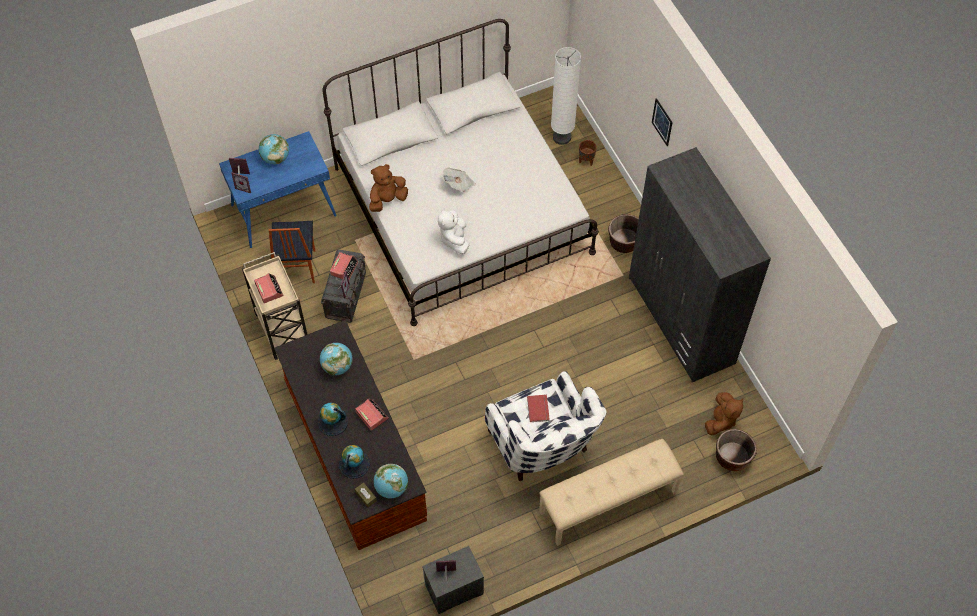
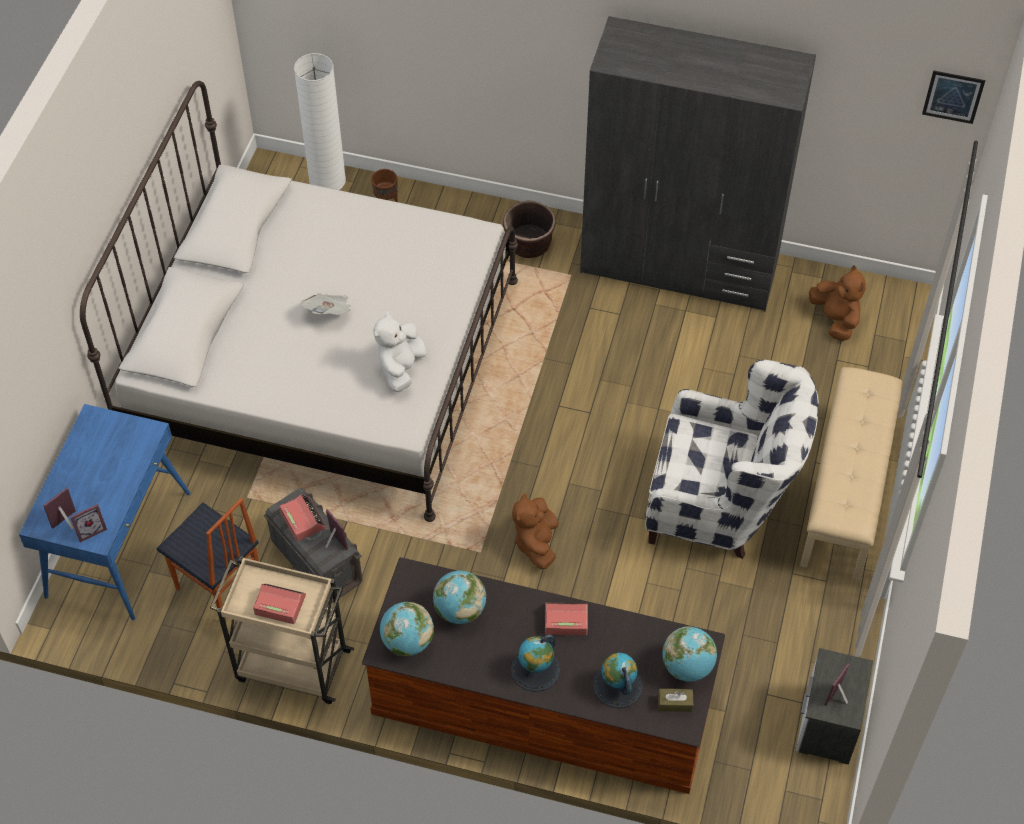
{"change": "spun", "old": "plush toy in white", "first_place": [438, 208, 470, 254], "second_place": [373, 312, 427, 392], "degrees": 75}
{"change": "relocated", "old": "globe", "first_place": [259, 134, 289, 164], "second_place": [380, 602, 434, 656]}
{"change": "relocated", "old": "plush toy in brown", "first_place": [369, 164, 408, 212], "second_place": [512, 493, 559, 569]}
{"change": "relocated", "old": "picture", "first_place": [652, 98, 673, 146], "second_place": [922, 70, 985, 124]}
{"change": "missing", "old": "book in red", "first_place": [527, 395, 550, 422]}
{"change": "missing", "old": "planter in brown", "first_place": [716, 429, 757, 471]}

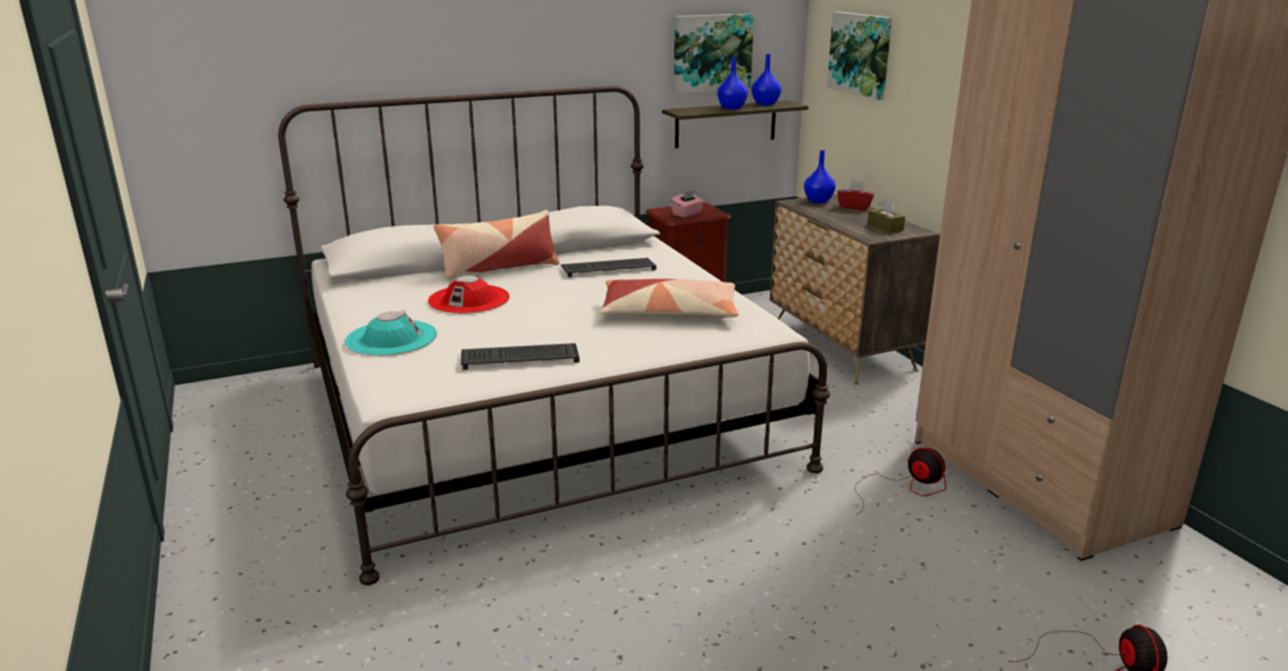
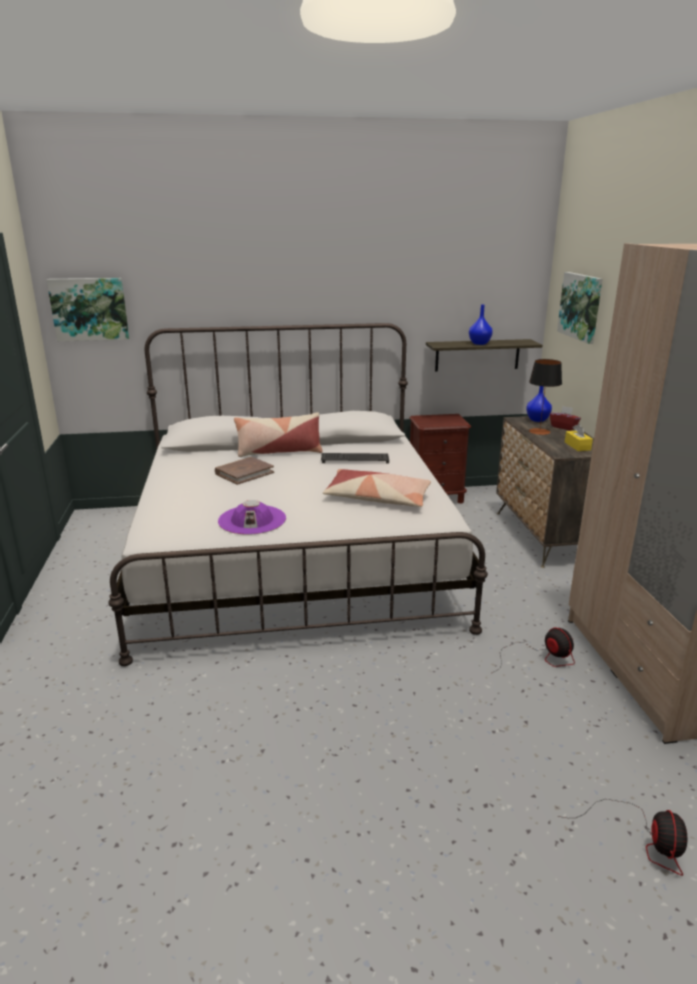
{"change": "relocated", "old": "picture", "first_place": [674, 14, 754, 94], "second_place": [47, 278, 129, 341]}
{"change": "exchanged", "old": "hat in red", "new": "book in brown", "first_place": [428, 276, 510, 314], "second_place": [215, 457, 274, 485]}
{"change": "exchanged", "old": "keyboard", "new": "hat in purple", "first_place": [460, 343, 579, 370], "second_place": [218, 500, 286, 535]}
{"change": "appeared", "new": "table lamp", "second_place": [529, 359, 562, 435]}
{"change": "colour", "old": "tissue box in brown", "new": "tissue box in yellow", "first_place": [868, 199, 905, 233], "second_place": [565, 424, 593, 451]}
{"change": "missing", "old": "hat in turquoise", "first_place": [345, 310, 437, 356]}
{"change": "missing", "old": "tissue box in pink", "first_place": [670, 190, 704, 218]}
{"change": "missing", "old": "vase in blue", "first_place": [751, 54, 781, 106]}

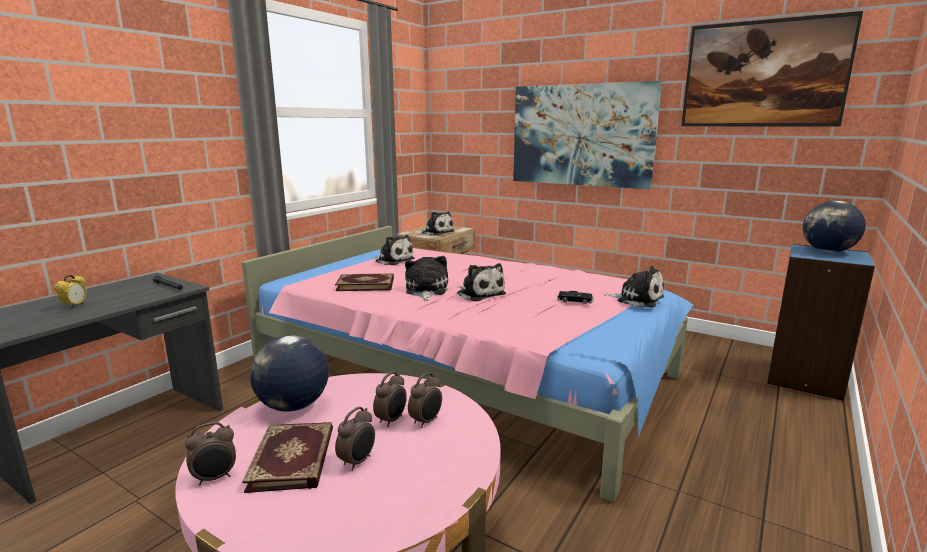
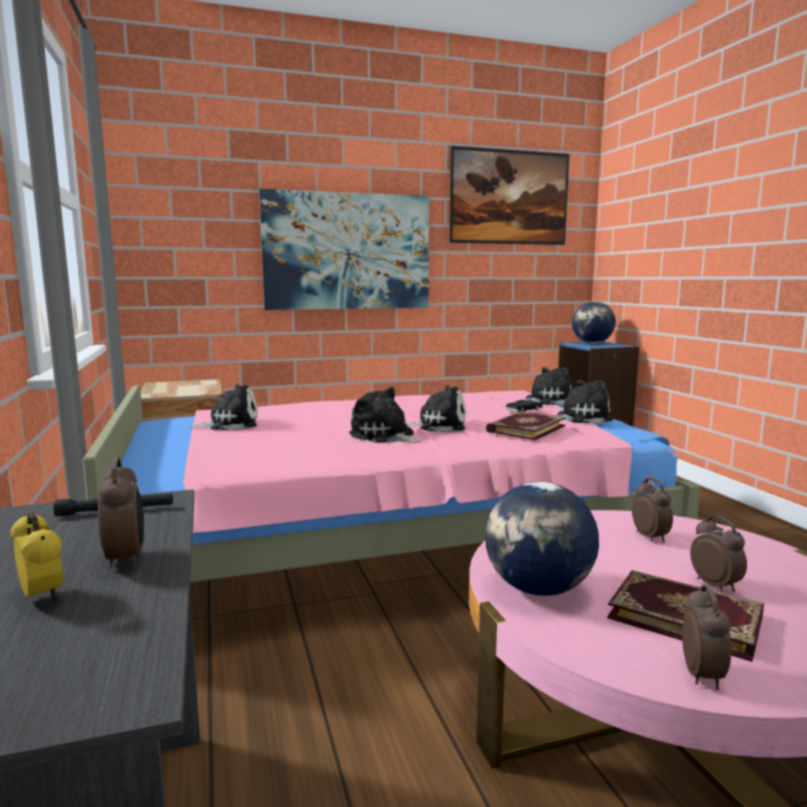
{"change": "relocated", "old": "alarm clock", "first_place": [373, 371, 407, 427], "second_place": [98, 457, 144, 568]}
{"change": "relocated", "old": "book", "first_place": [335, 273, 394, 291], "second_place": [486, 411, 566, 440]}
{"change": "relocated", "old": "plush toy", "first_place": [420, 212, 454, 236], "second_place": [556, 379, 613, 424]}

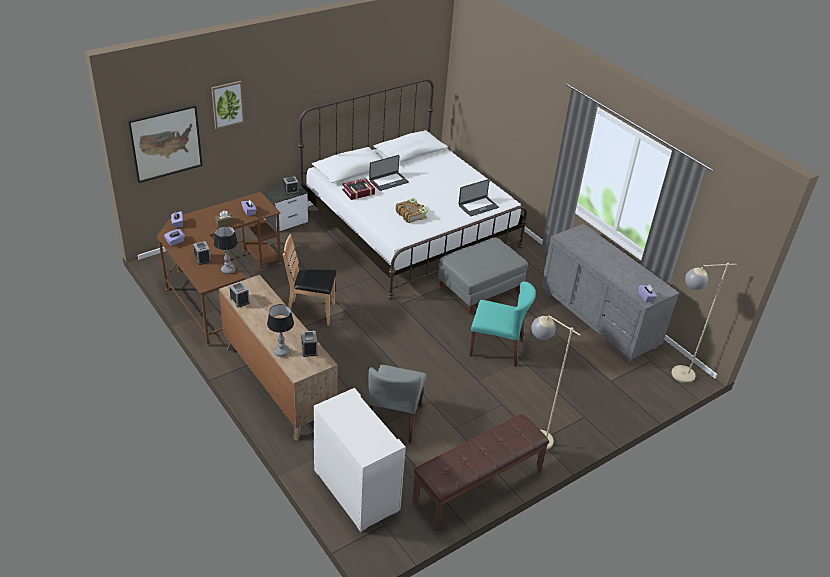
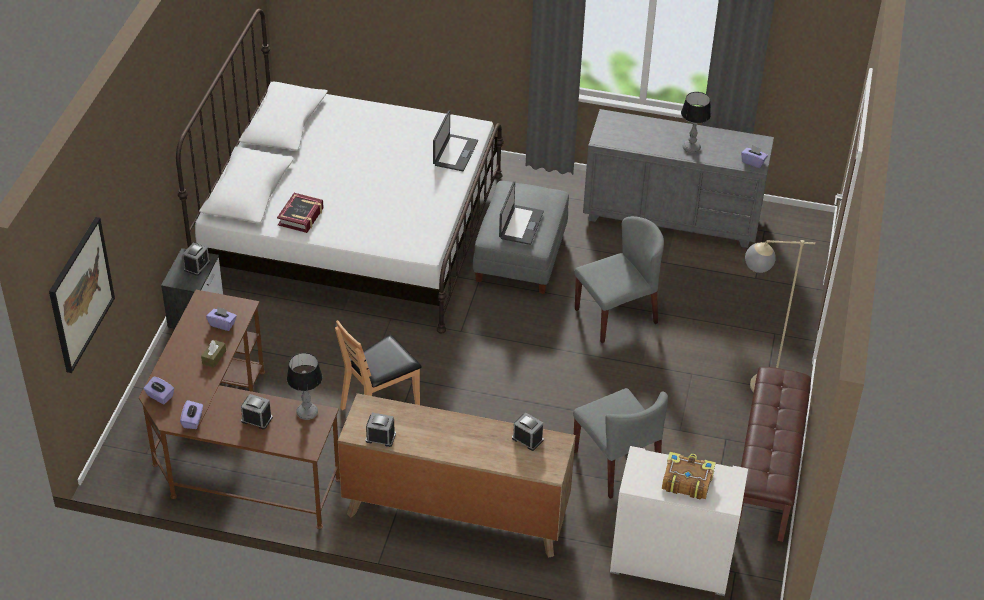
{"change": "relocated", "old": "laptop", "first_place": [369, 155, 409, 191], "second_place": [499, 181, 544, 245]}
{"change": "colour", "old": "chair in turquoise", "new": "chair in grey", "first_place": [470, 281, 536, 367], "second_place": [574, 216, 664, 343]}
{"change": "relocated", "old": "book", "first_place": [395, 198, 428, 223], "second_place": [662, 452, 716, 500]}
{"change": "relocated", "old": "table lamp", "first_place": [267, 304, 294, 357], "second_place": [681, 92, 711, 153]}
{"change": "missing", "old": "picture", "first_place": [211, 81, 245, 129]}
{"change": "missing", "old": "floor lamp in beige", "first_place": [671, 263, 737, 383]}

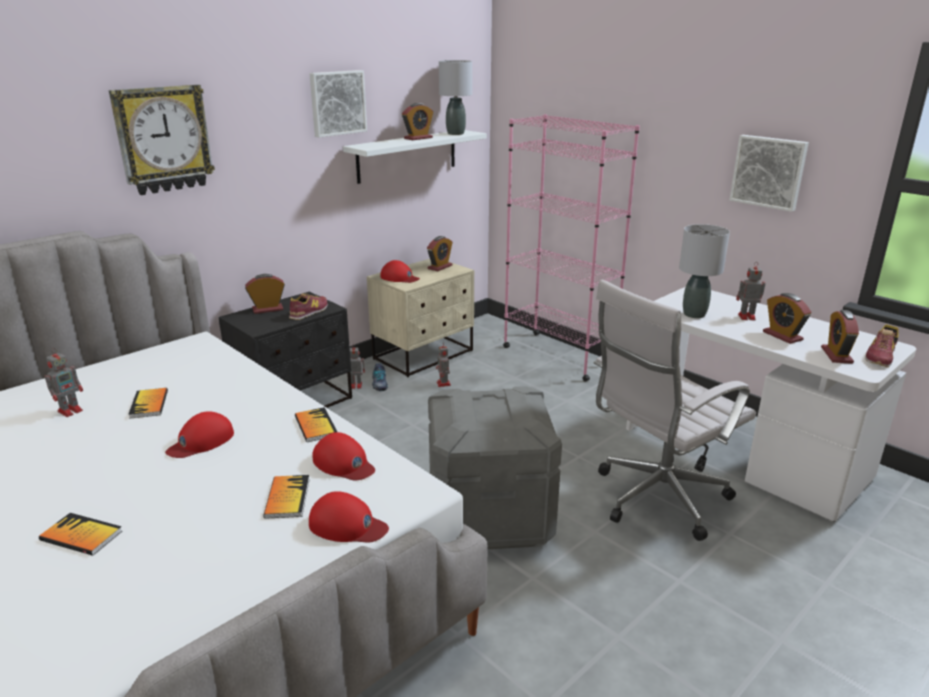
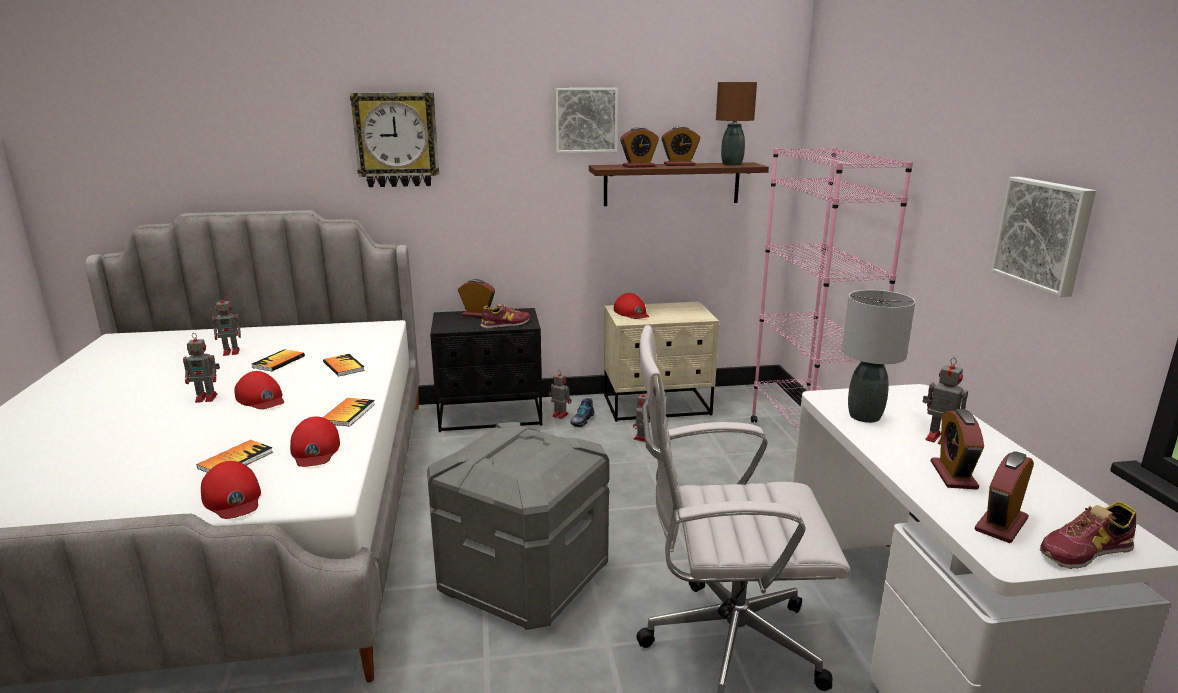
{"change": "appeared", "new": "toy robot", "second_place": [183, 334, 220, 403]}
{"change": "spun", "old": "cap in red", "first_place": [165, 411, 234, 458], "second_place": [234, 371, 284, 409], "degrees": -120}
{"change": "relocated", "old": "book", "first_place": [39, 513, 122, 556], "second_place": [323, 354, 365, 376]}
{"change": "colour", "old": "shelf in white", "new": "shelf in brown", "first_place": [343, 130, 487, 184], "second_place": [589, 162, 769, 206]}
{"change": "relocated", "old": "alarm clock", "first_place": [427, 236, 453, 271], "second_place": [620, 127, 659, 168]}
{"change": "colour", "old": "table lamp in grey", "new": "table lamp in brown", "first_place": [439, 60, 472, 135], "second_place": [716, 82, 757, 166]}

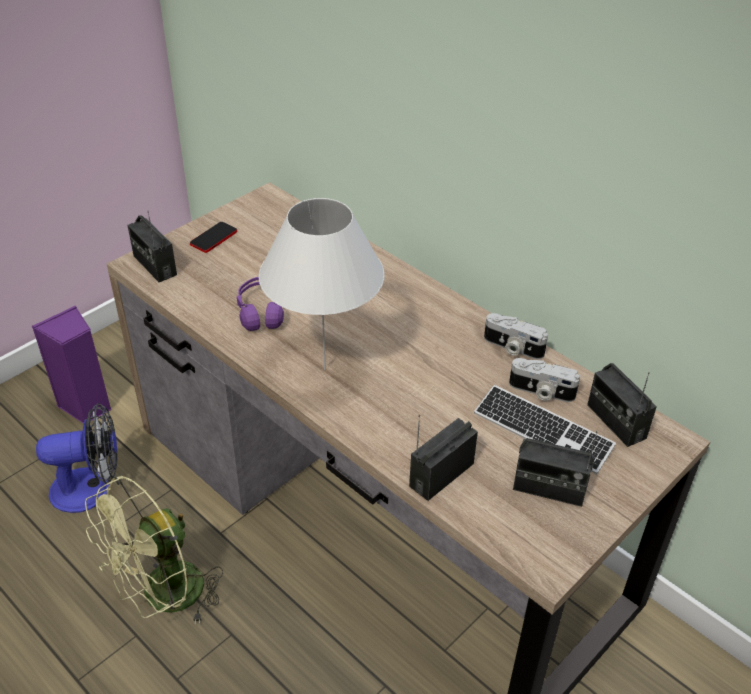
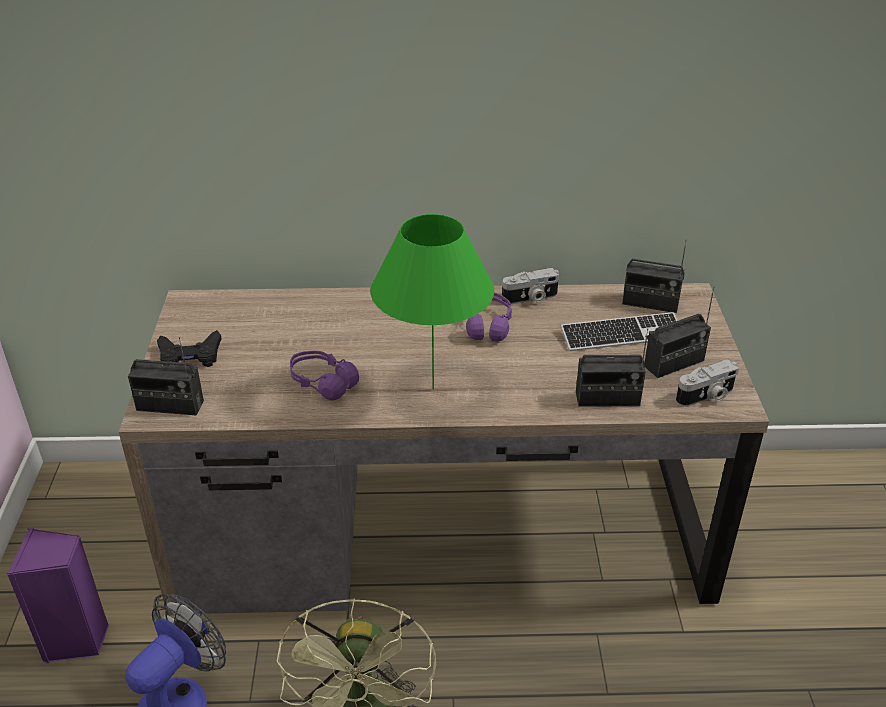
{"change": "exchanged", "old": "phone", "new": "game controller in black", "first_place": [190, 222, 237, 253], "second_place": [157, 330, 222, 367]}
{"change": "colour", "old": "table lamp in white", "new": "table lamp in green", "first_place": [258, 198, 385, 370], "second_place": [371, 214, 494, 390]}
{"change": "appeared", "new": "headphones in purple", "second_place": [466, 293, 512, 341]}
{"change": "spun", "old": "radio", "first_place": [409, 415, 478, 501], "second_place": [576, 328, 648, 407], "degrees": -90}
{"change": "relocated", "old": "photo camera", "first_place": [509, 358, 580, 402], "second_place": [676, 360, 739, 407]}

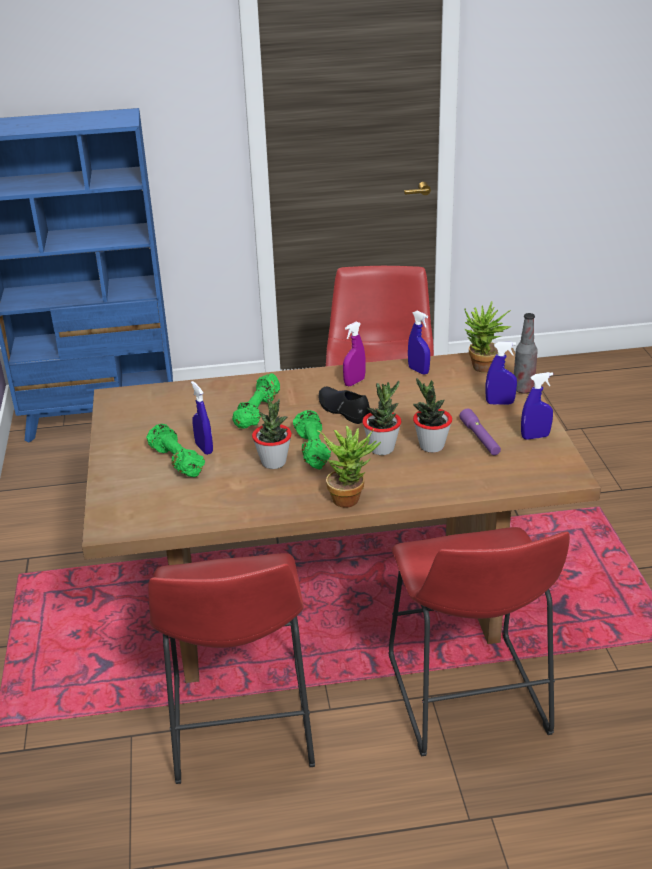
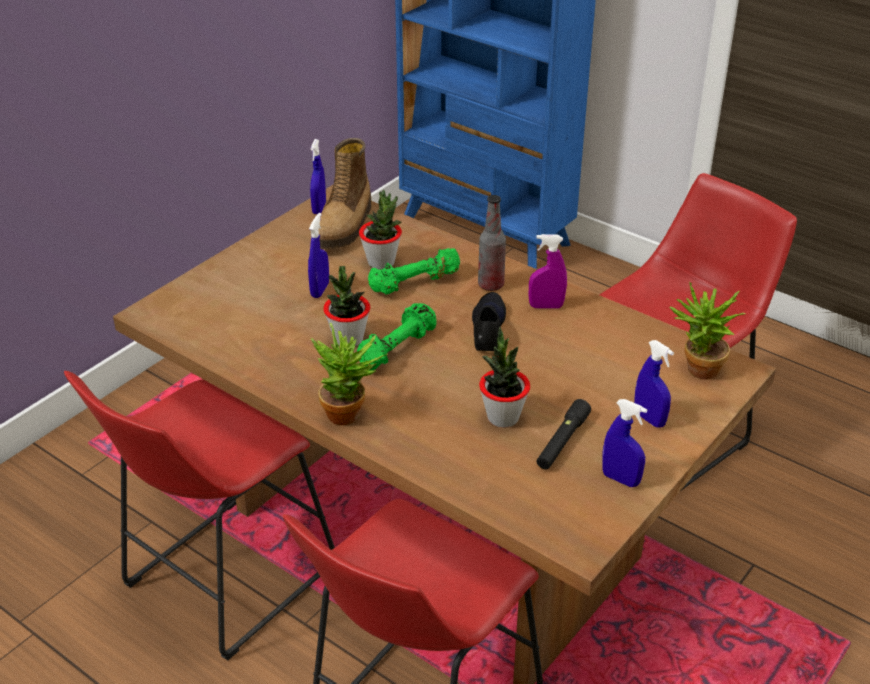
{"change": "relocated", "old": "spray bottle in blue", "first_place": [408, 310, 430, 375], "second_place": [310, 139, 326, 214]}
{"change": "appeared", "new": "boot", "second_place": [318, 138, 372, 249]}
{"change": "relocated", "old": "potted plant", "first_place": [362, 381, 401, 455], "second_place": [359, 190, 402, 269]}
{"change": "relocated", "old": "bottle", "first_place": [514, 313, 538, 394], "second_place": [478, 195, 506, 291]}
{"change": "colour", "old": "flashlight in purple", "new": "flashlight in black", "first_place": [460, 409, 501, 455], "second_place": [537, 399, 591, 469]}
{"change": "missing", "old": "dumbbell in green", "first_place": [146, 424, 205, 477]}

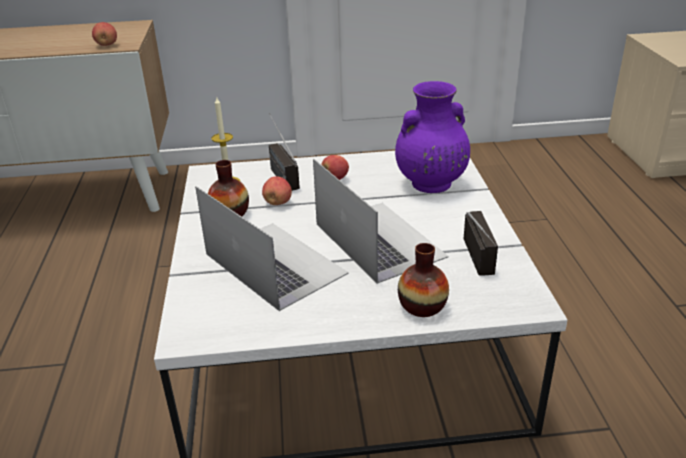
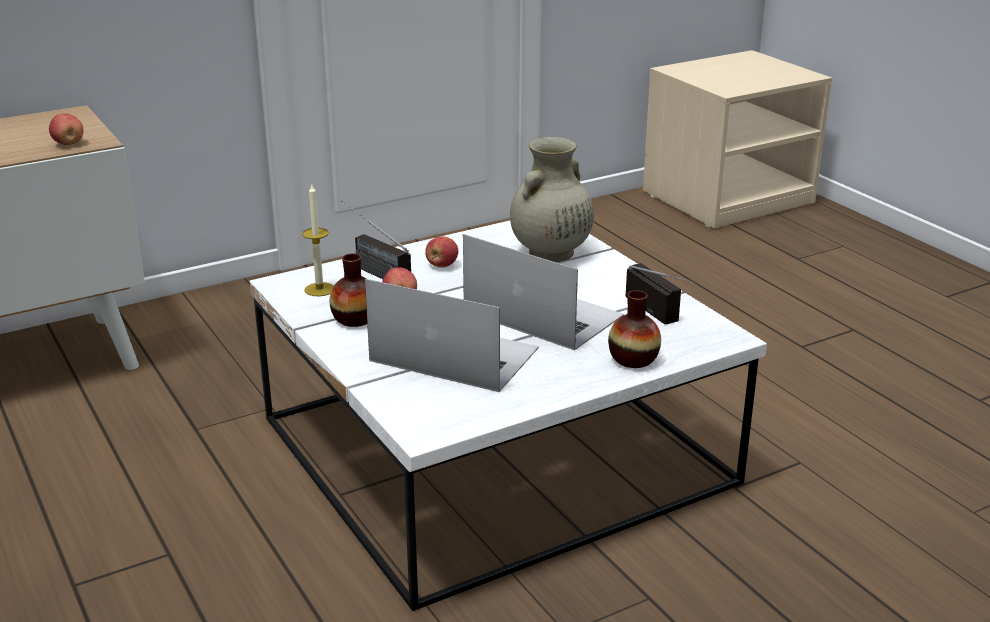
{"change": "colour", "old": "vase in purple", "new": "vase in beige", "first_place": [395, 81, 470, 193], "second_place": [510, 137, 594, 262]}

